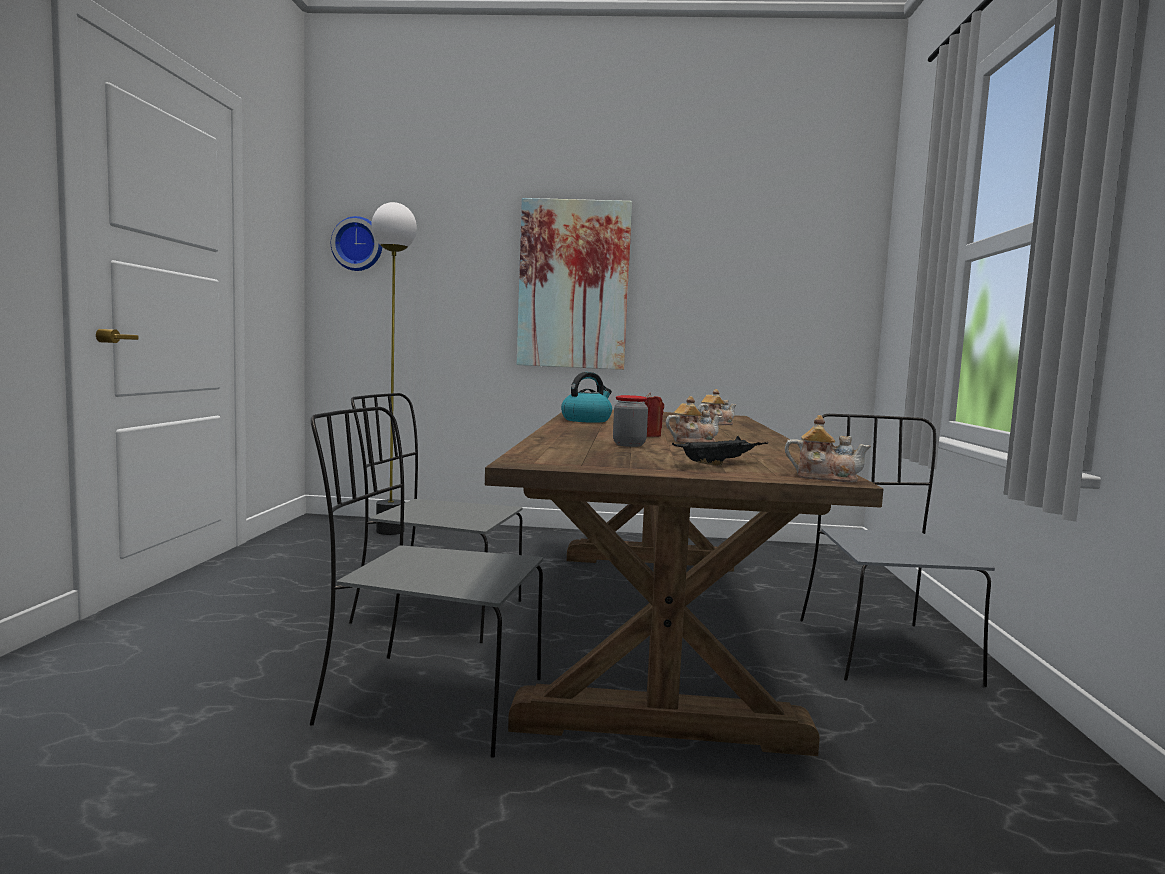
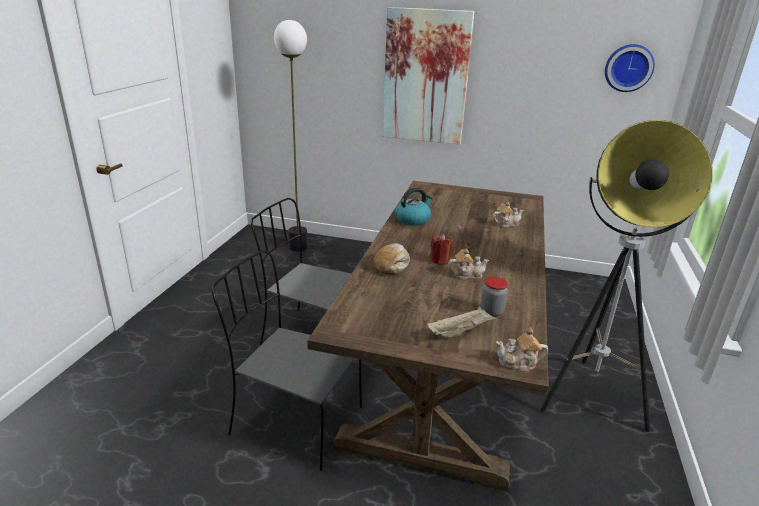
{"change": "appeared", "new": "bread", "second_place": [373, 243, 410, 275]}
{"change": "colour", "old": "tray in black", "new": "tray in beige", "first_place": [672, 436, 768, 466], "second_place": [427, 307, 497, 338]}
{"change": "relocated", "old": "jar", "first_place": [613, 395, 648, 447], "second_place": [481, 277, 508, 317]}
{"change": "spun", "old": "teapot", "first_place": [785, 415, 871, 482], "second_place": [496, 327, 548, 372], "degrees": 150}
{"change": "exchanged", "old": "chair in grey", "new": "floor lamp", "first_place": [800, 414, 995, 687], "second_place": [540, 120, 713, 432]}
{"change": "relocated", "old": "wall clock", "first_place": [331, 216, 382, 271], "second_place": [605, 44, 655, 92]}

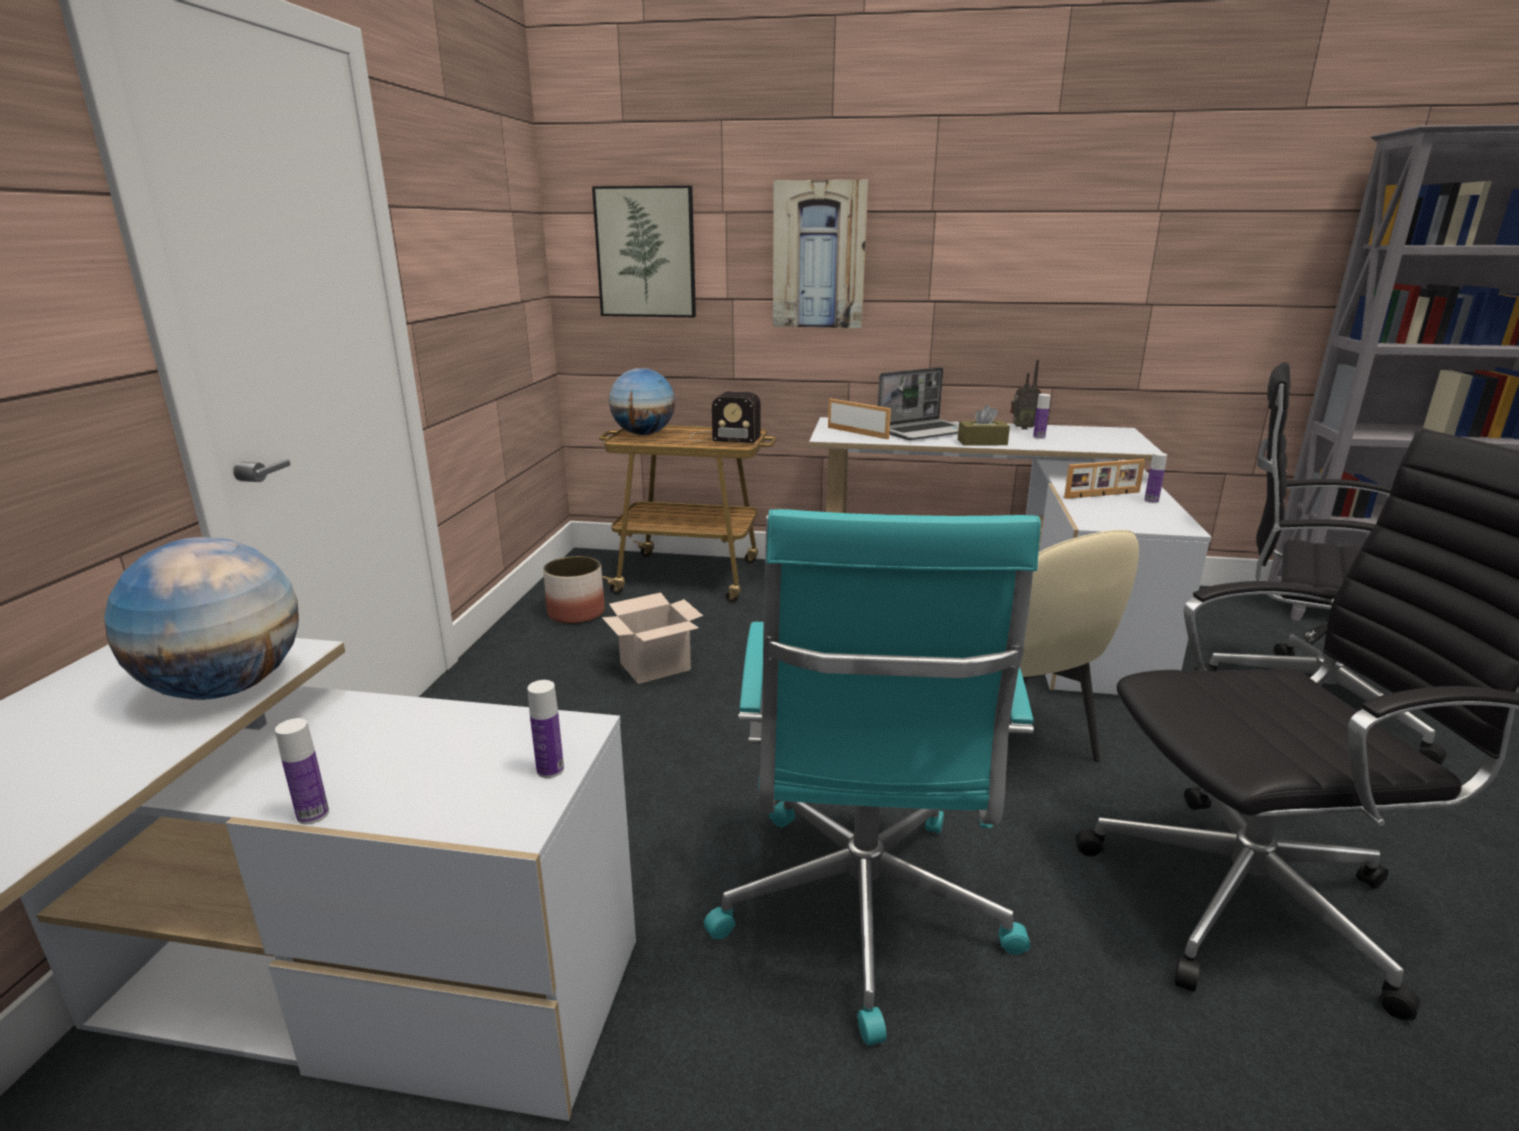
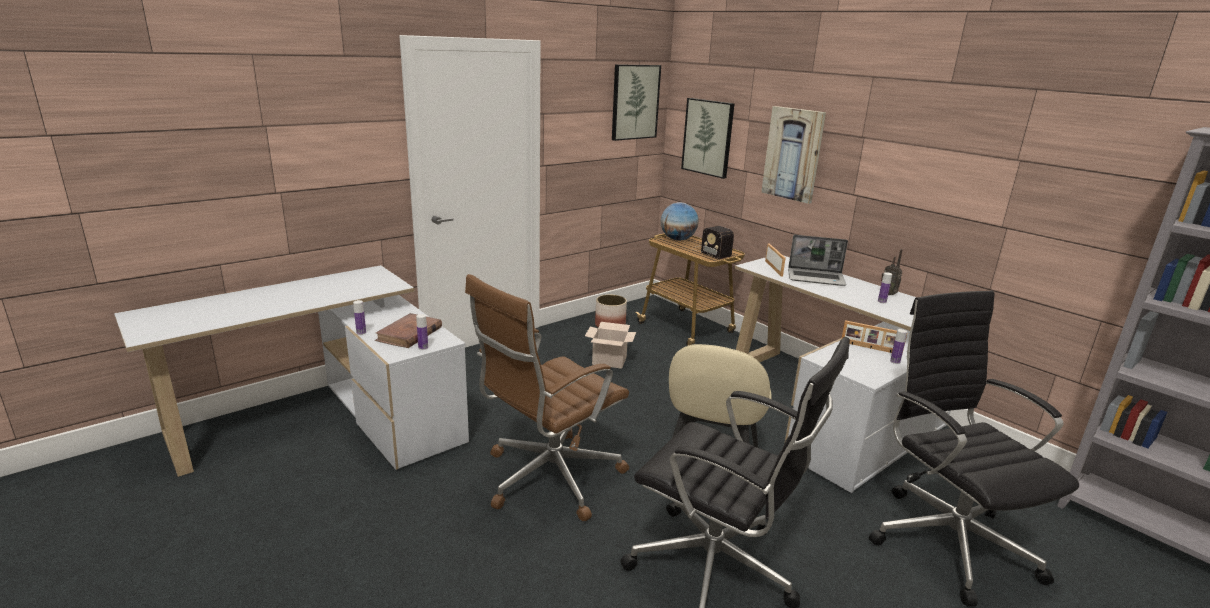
{"change": "appeared", "new": "book in brown", "second_place": [375, 313, 442, 348]}
{"change": "colour", "old": "office chair in turquoise", "new": "office chair in brown", "first_place": [704, 509, 1041, 1046], "second_place": [465, 274, 629, 521]}
{"change": "appeared", "new": "picture", "second_place": [612, 64, 661, 141]}
{"change": "missing", "old": "globe", "first_place": [104, 537, 299, 700]}
{"change": "missing", "old": "tissue box in brown", "first_place": [958, 405, 1010, 446]}

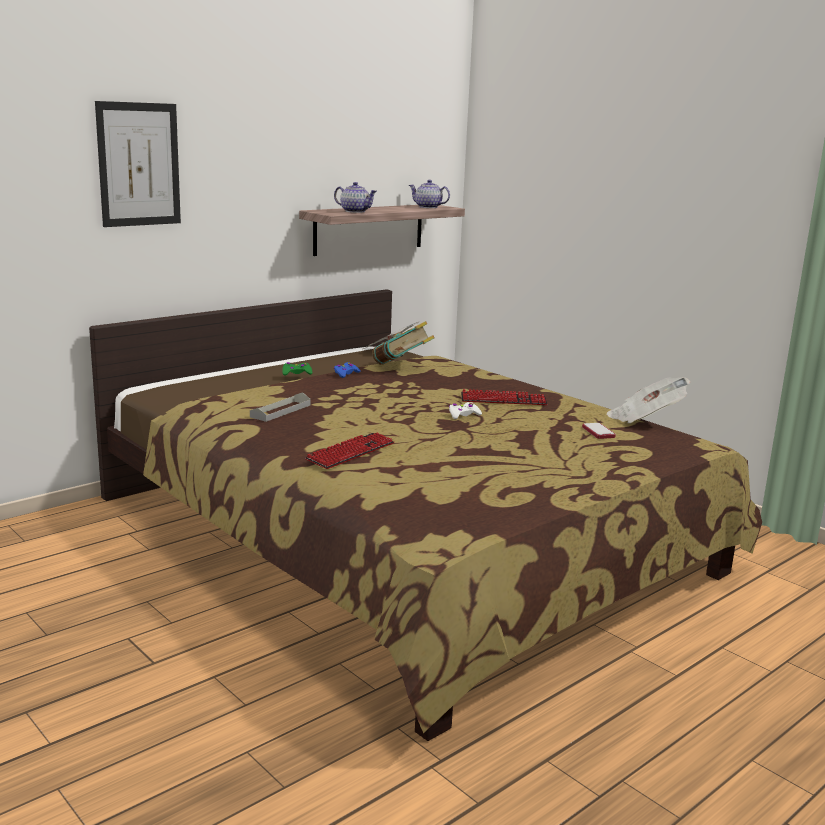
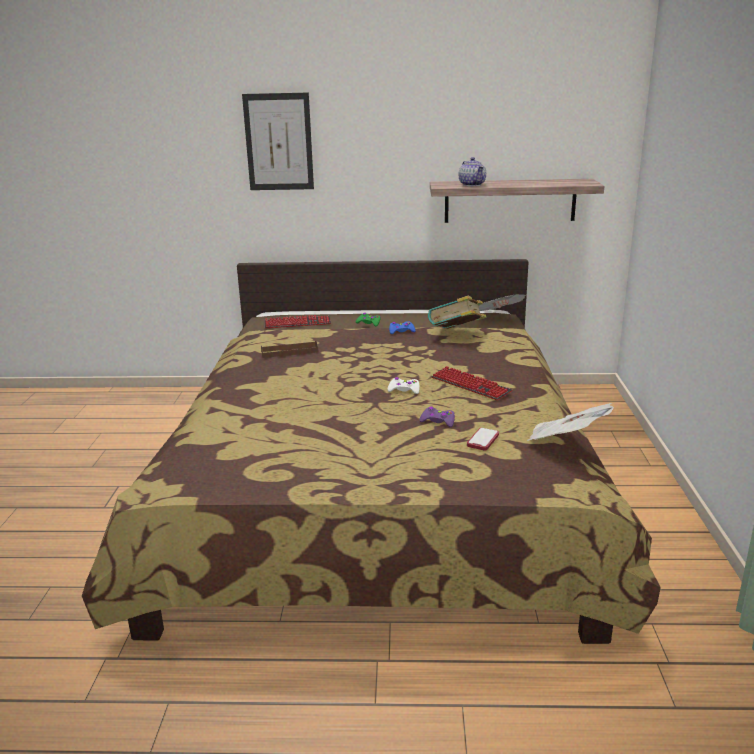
{"change": "colour", "old": "tray in grey", "new": "tray in brown", "first_place": [250, 392, 311, 422], "second_place": [261, 340, 318, 358]}
{"change": "relocated", "old": "keyboard", "first_place": [305, 433, 394, 469], "second_place": [264, 315, 331, 328]}
{"change": "appeared", "new": "game controller in purple", "second_place": [419, 407, 455, 427]}
{"change": "missing", "old": "teapot", "first_place": [409, 180, 450, 208]}

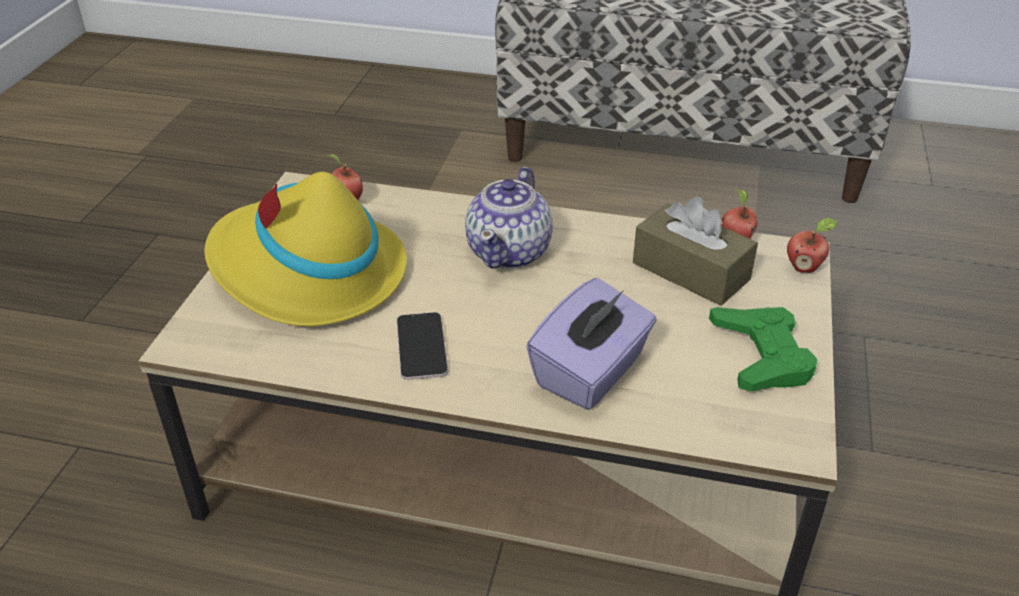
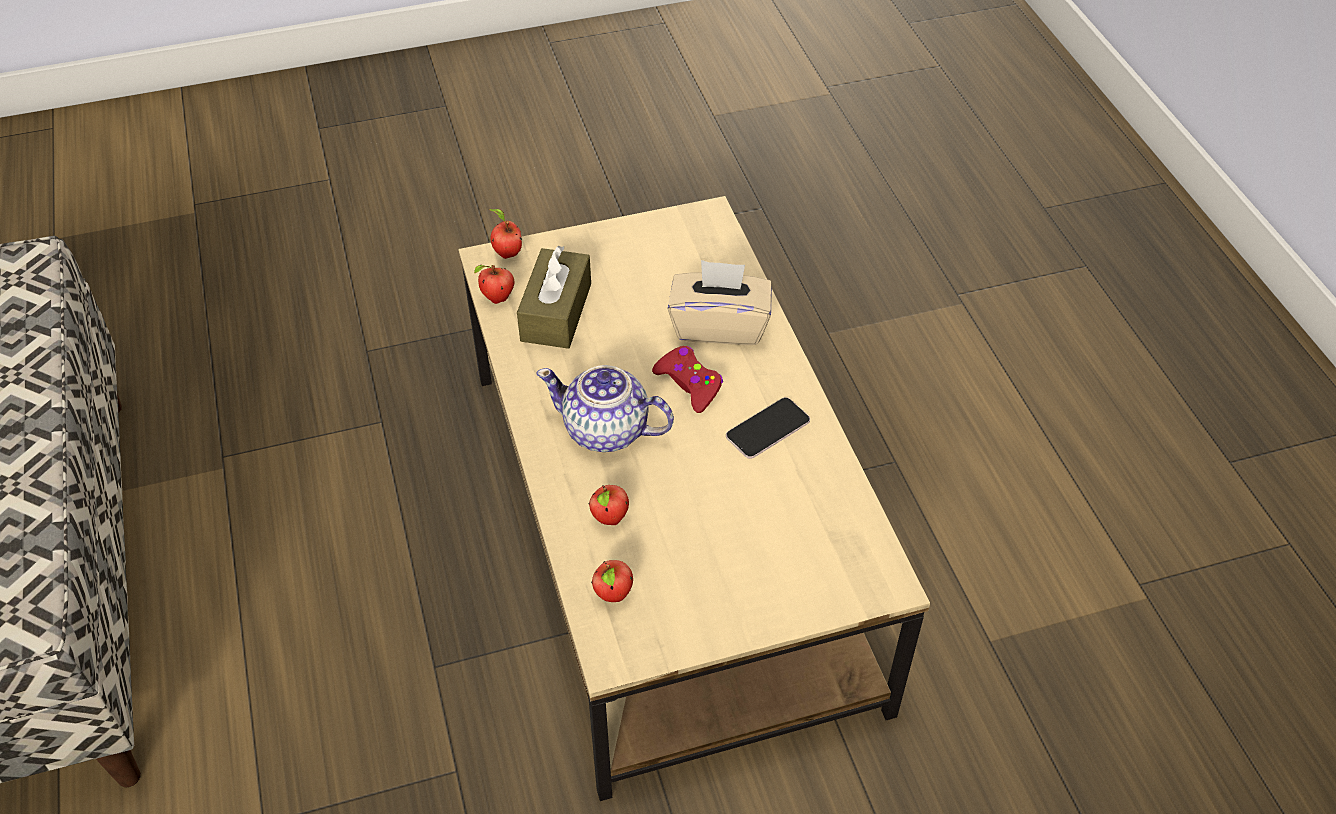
{"change": "spun", "old": "teapot", "first_place": [465, 167, 553, 269], "second_place": [536, 365, 674, 452], "degrees": -150}
{"change": "appeared", "new": "apple", "second_place": [588, 485, 629, 525]}
{"change": "appeared", "new": "game controller in red", "second_place": [652, 346, 723, 413]}
{"change": "colour", "old": "tissue box in purple", "new": "tissue box in beige", "first_place": [526, 278, 657, 410], "second_place": [668, 260, 772, 345]}
{"change": "missing", "old": "hat in yellow", "first_place": [204, 172, 407, 326]}
{"change": "missing", "old": "game controller in green", "first_place": [709, 307, 818, 391]}

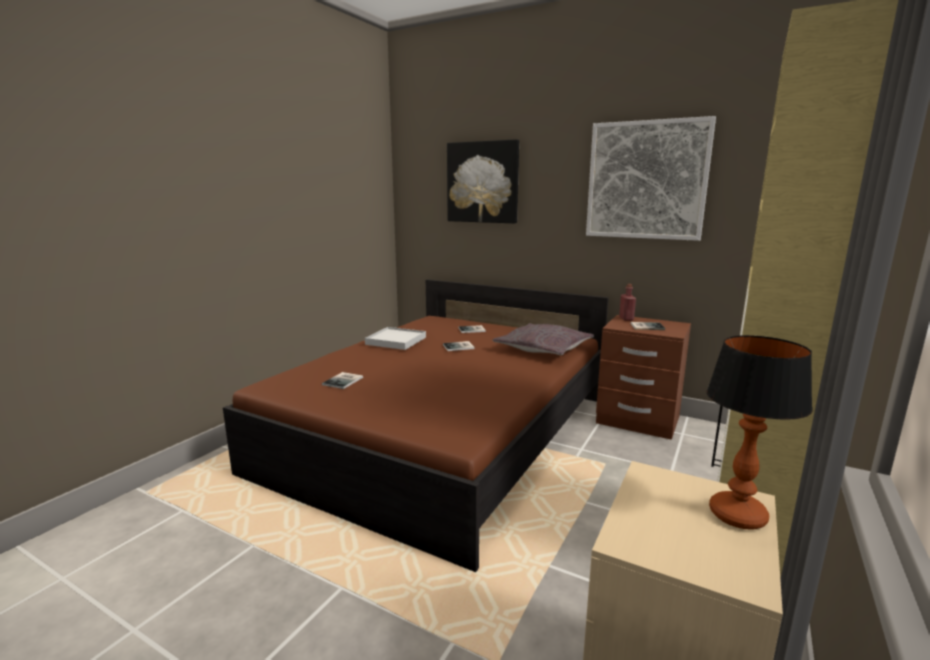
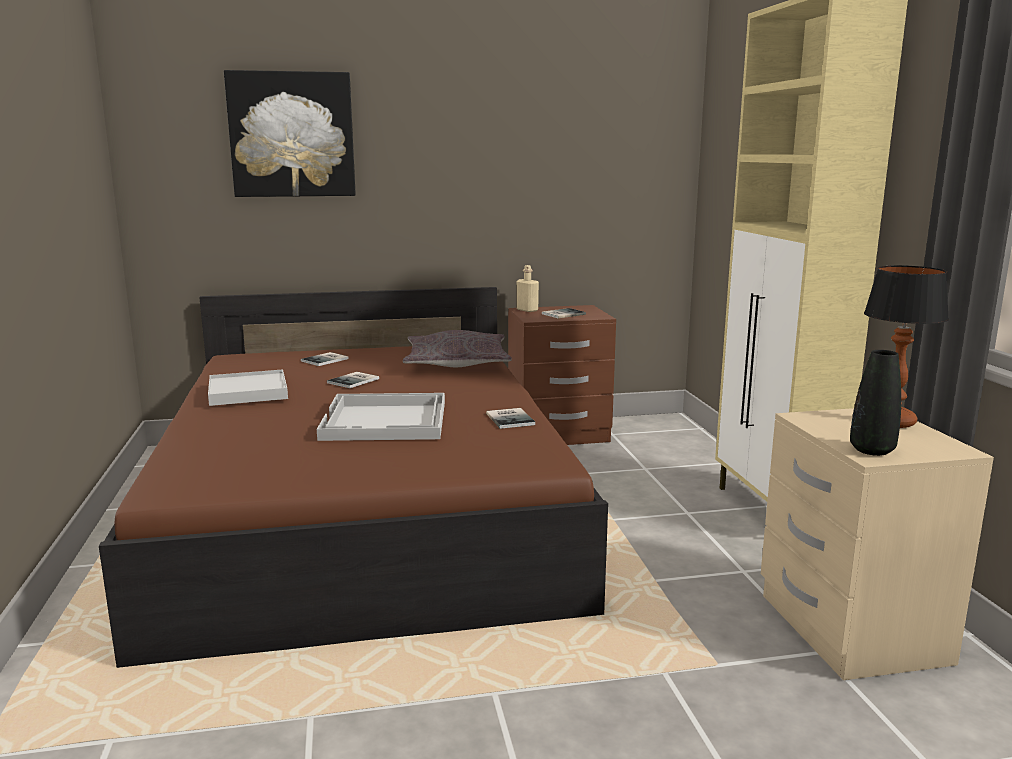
{"change": "appeared", "new": "tray in white", "second_place": [317, 393, 445, 441]}
{"change": "relocated", "old": "book", "first_place": [322, 372, 363, 389], "second_place": [486, 408, 535, 429]}
{"change": "colour", "old": "bottle in red", "new": "bottle in beige", "first_place": [619, 284, 636, 321], "second_place": [517, 265, 539, 312]}
{"change": "appeared", "new": "vase in black", "second_place": [850, 350, 901, 456]}
{"change": "missing", "old": "picture", "first_place": [586, 116, 716, 241]}

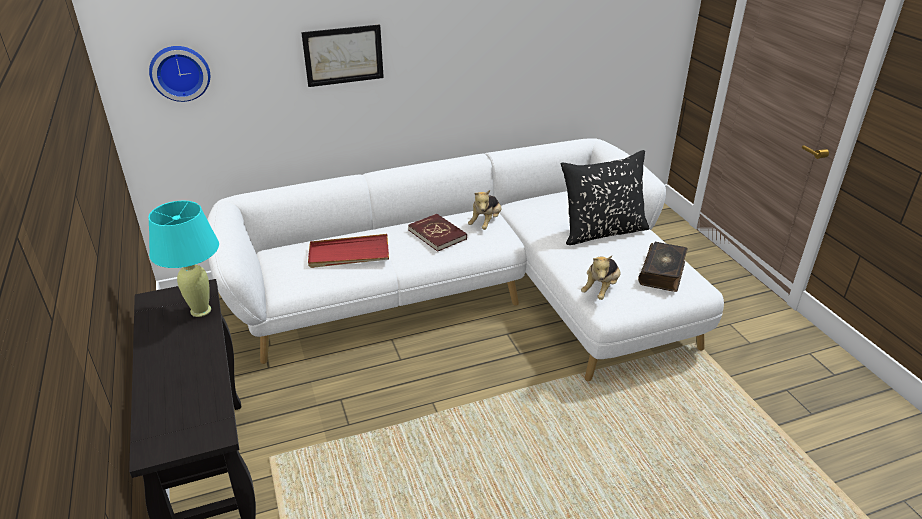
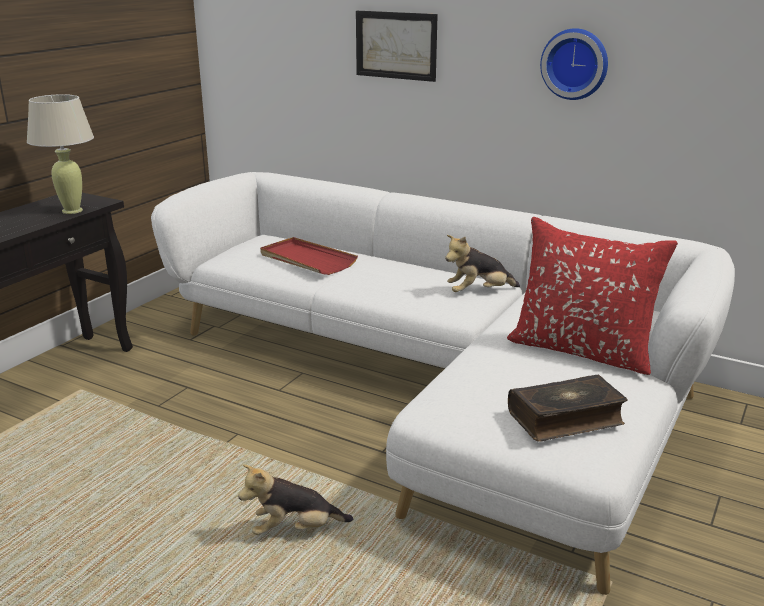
{"change": "colour", "old": "table lamp in turquoise", "new": "table lamp in beige", "first_place": [148, 200, 219, 317], "second_place": [27, 94, 94, 214]}
{"change": "relocated", "old": "plush toy", "first_place": [581, 256, 621, 300], "second_place": [238, 464, 353, 535]}
{"change": "colour", "old": "pillow in black", "new": "pillow in red", "first_place": [561, 150, 649, 245], "second_place": [507, 217, 678, 375]}
{"change": "relocated", "old": "wall clock", "first_place": [149, 46, 210, 102], "second_place": [540, 28, 608, 100]}
{"change": "missing", "old": "book in red", "first_place": [408, 214, 467, 252]}

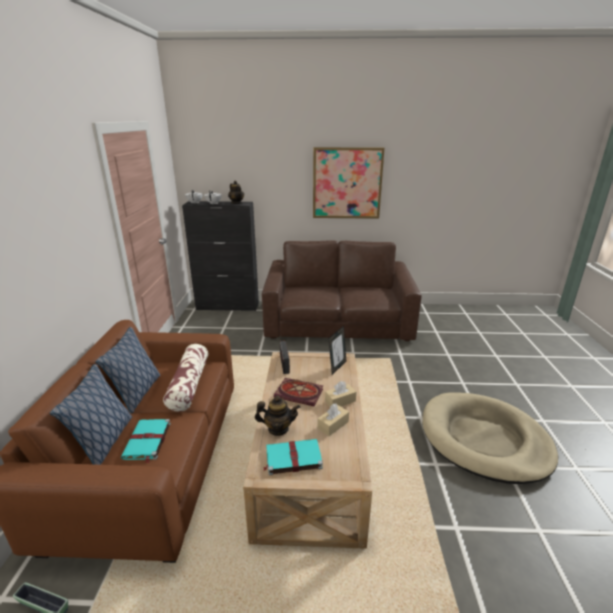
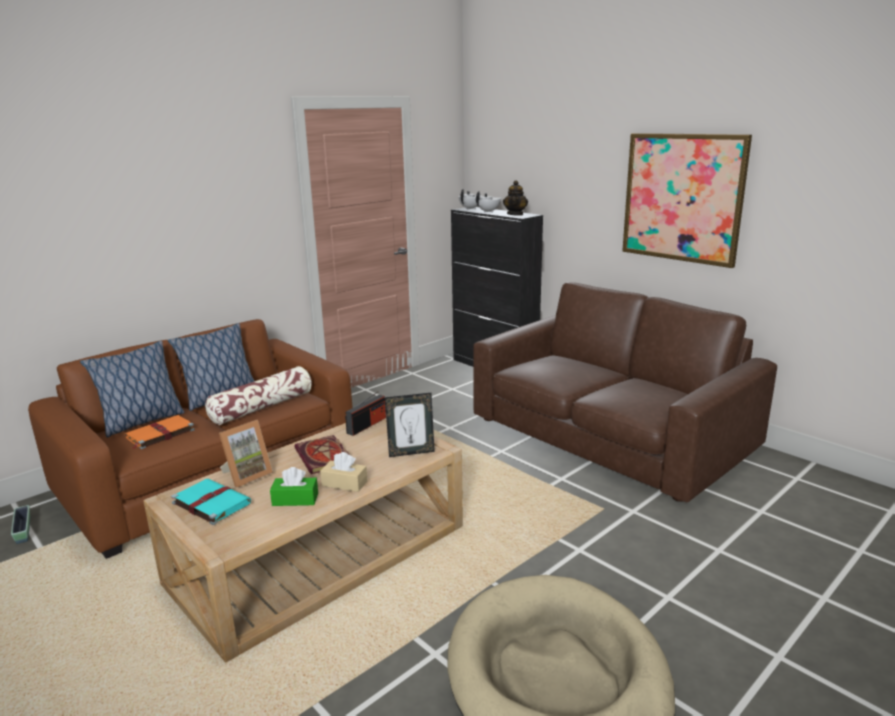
{"change": "colour", "old": "book in turquoise", "new": "book in orange", "first_place": [121, 419, 171, 463], "second_place": [125, 415, 195, 449]}
{"change": "exchanged", "old": "teapot", "new": "picture frame", "first_place": [255, 396, 300, 436], "second_place": [219, 420, 273, 488]}
{"change": "colour", "old": "tissue box in beige", "new": "tissue box in green", "first_place": [318, 403, 349, 436], "second_place": [270, 467, 318, 506]}

